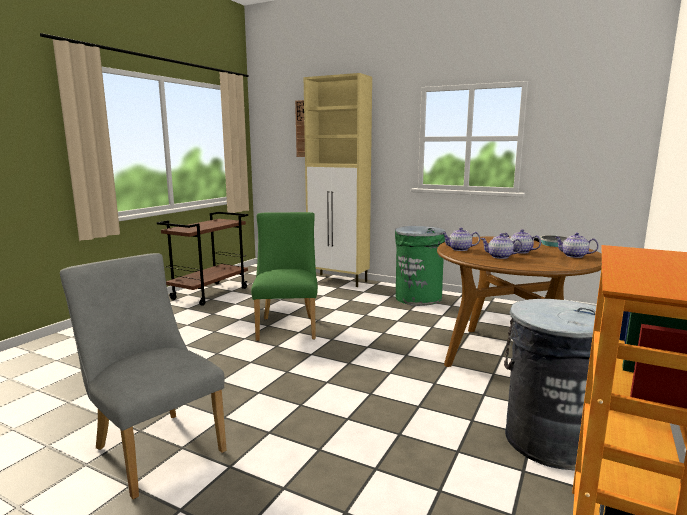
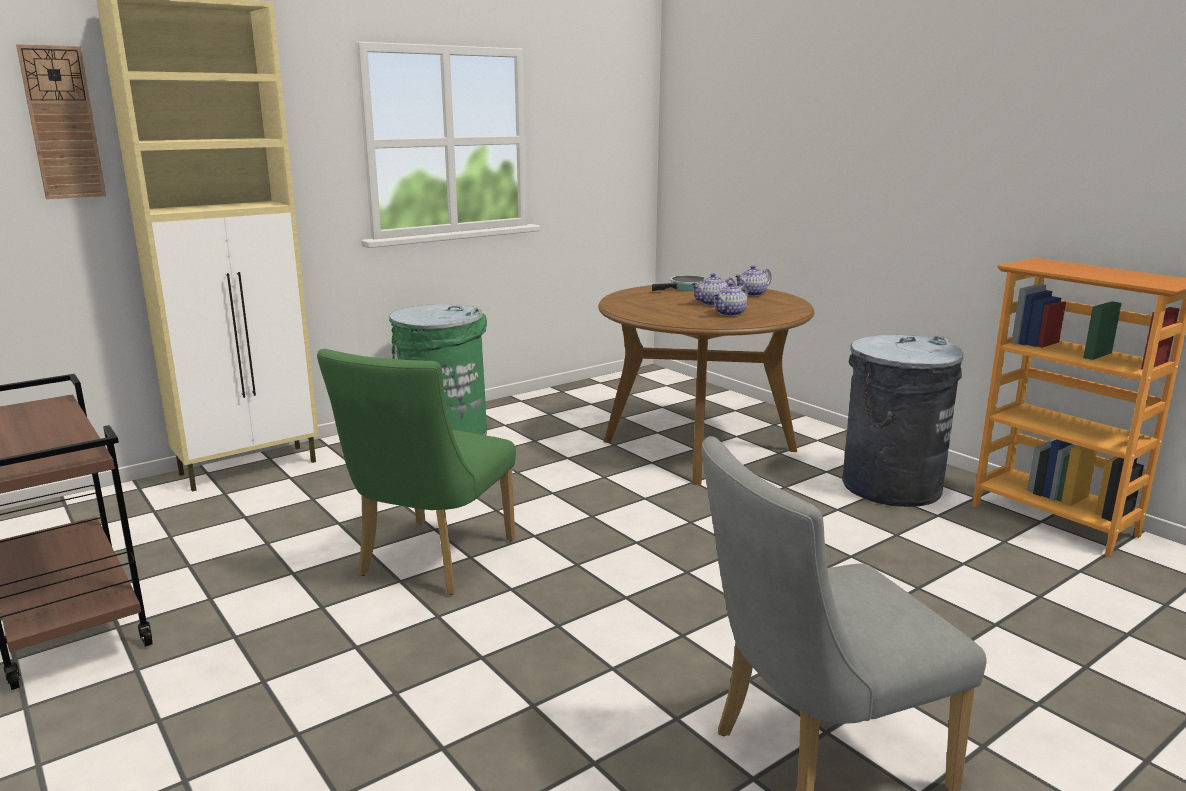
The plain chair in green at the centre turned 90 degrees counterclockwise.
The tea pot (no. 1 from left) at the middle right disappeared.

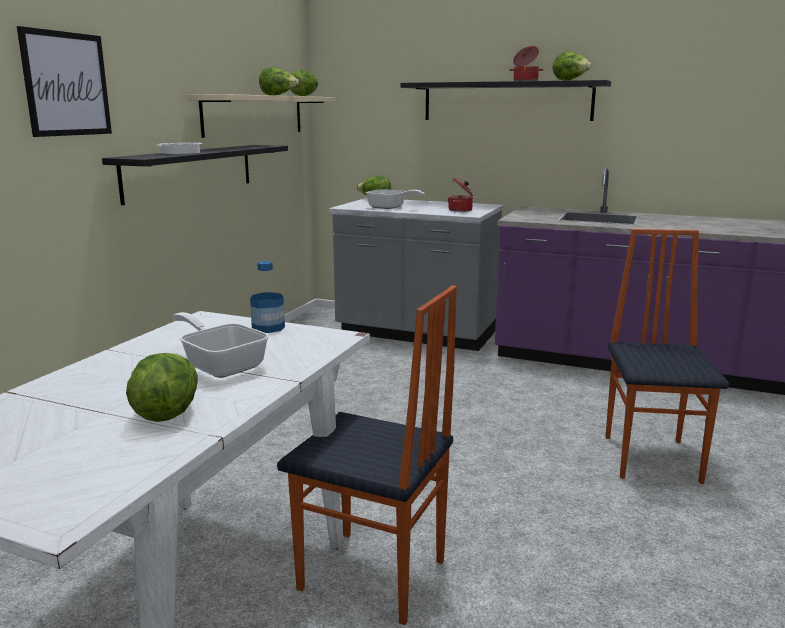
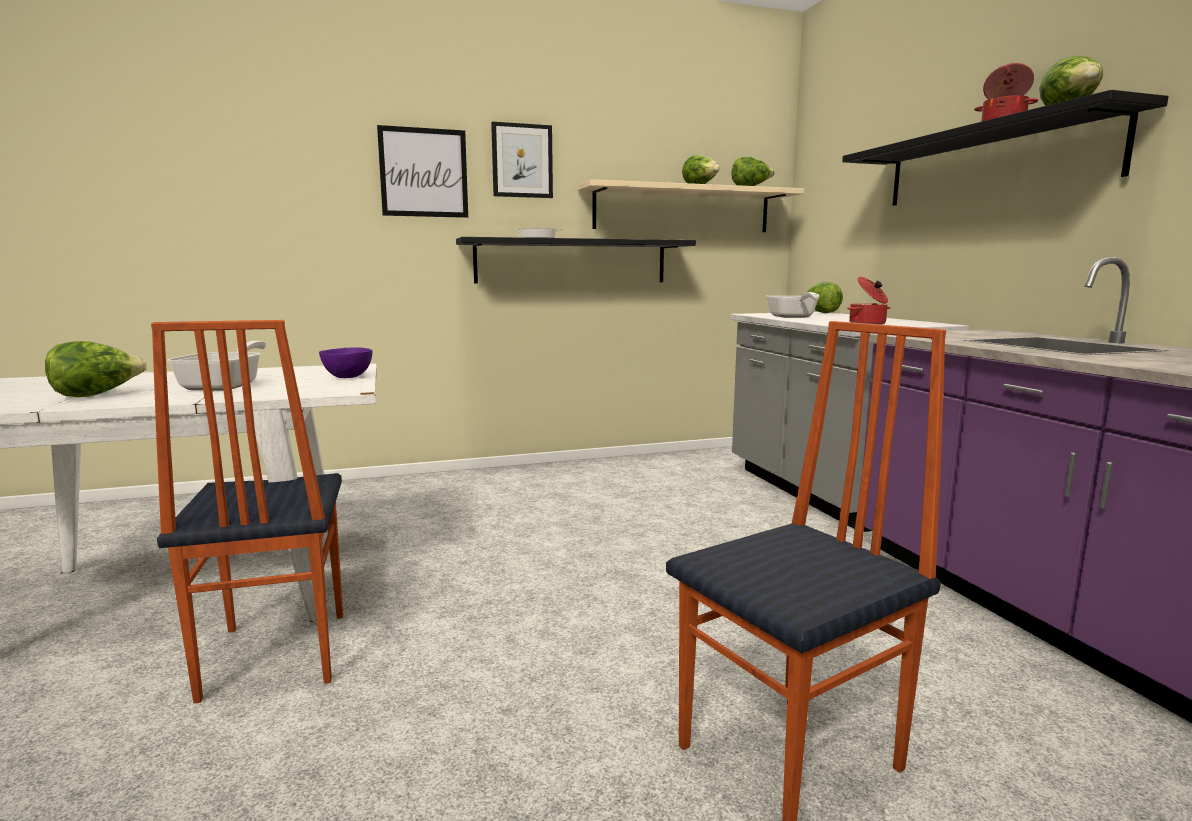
The drink bottle at the centre was replaced by the bowl in purplish at the middle left.
The wall picture (no. 2 from left) at the top centre appeared.

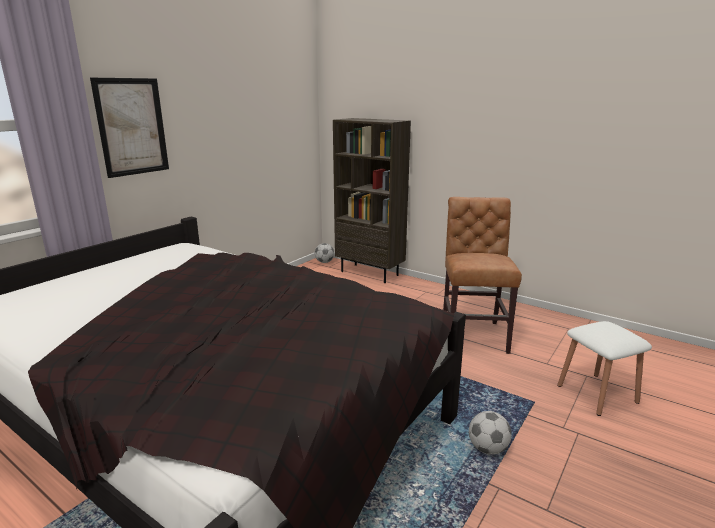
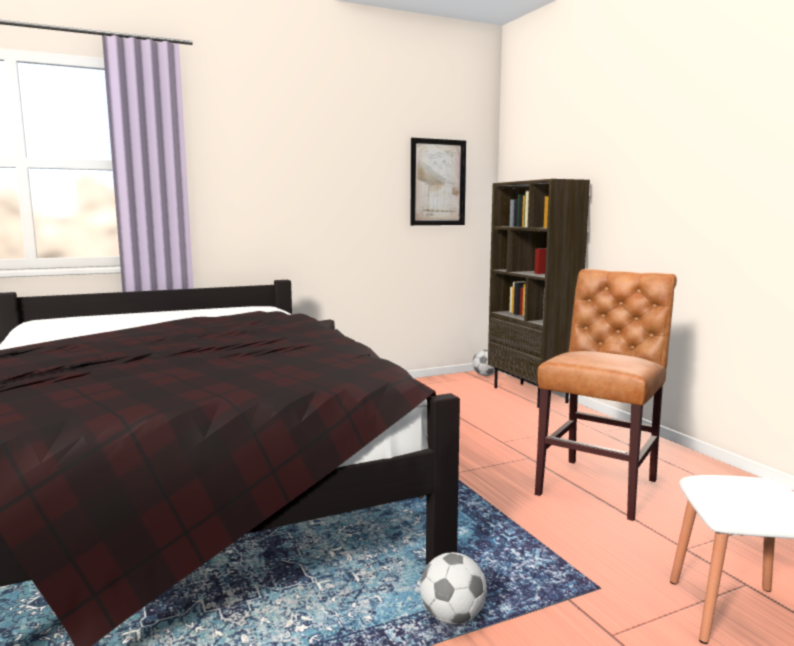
The wall picture moved from the top left to the top centre.

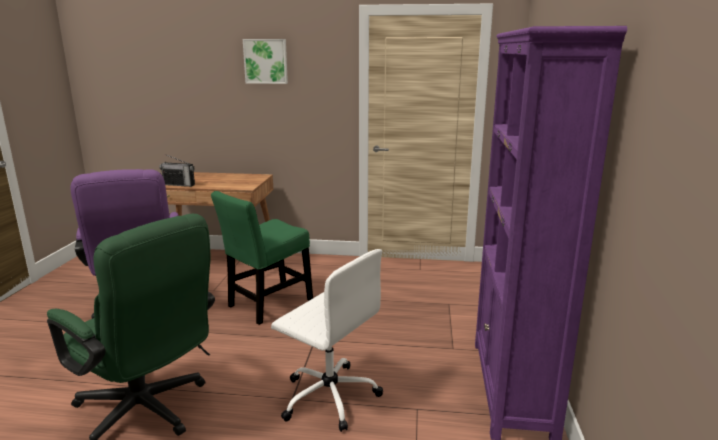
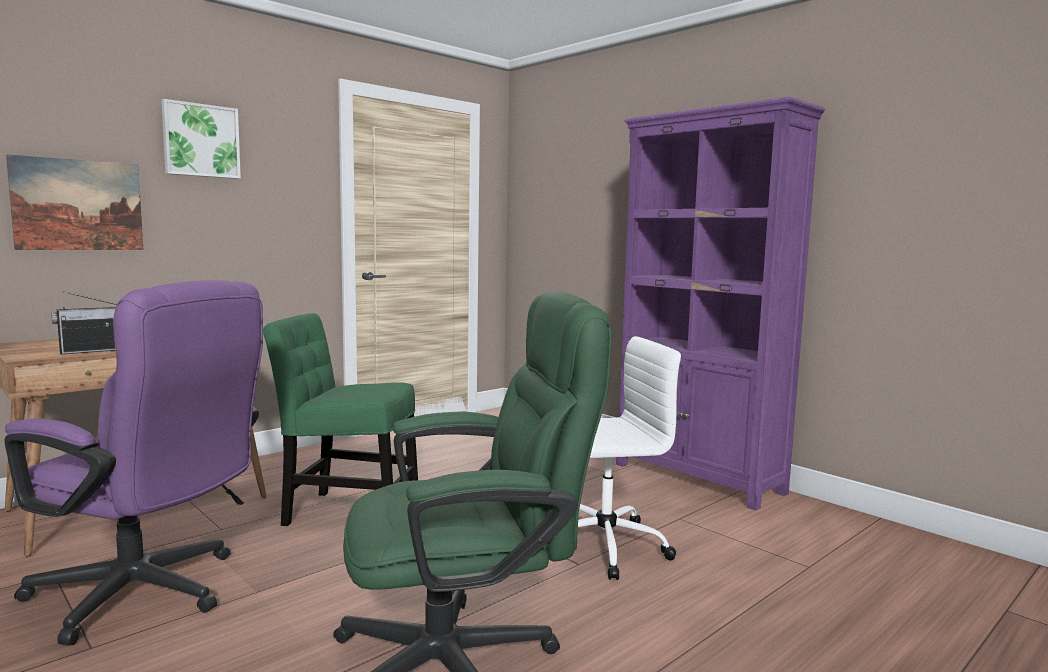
The plain chair in green at the centre turned 105 degrees clockwise.
The wall picture (no. 1 from left) at the top left appeared.

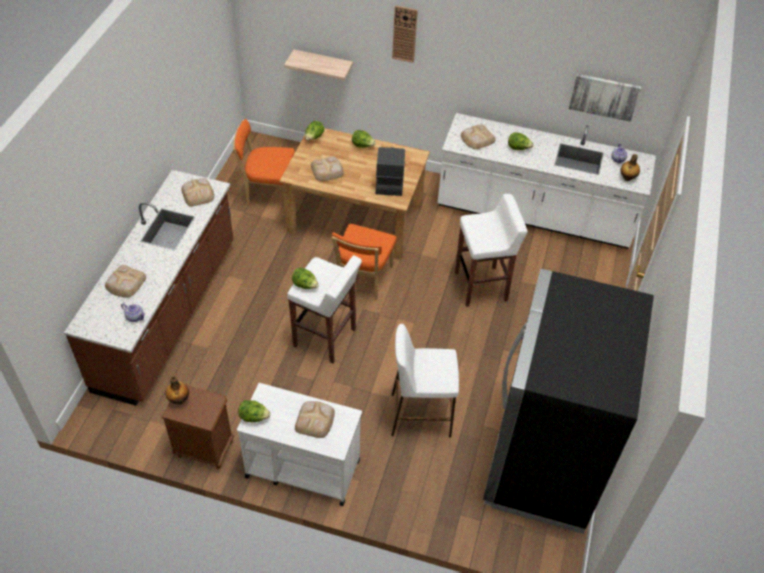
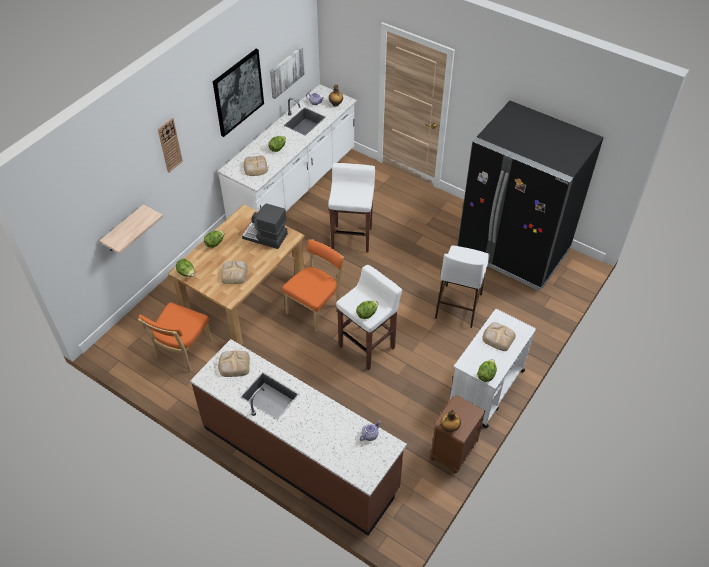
The plain chair in orange-coloured (no. 2 from left) at the centre turned 90 degrees counterclockwise.
The bakery bread (no. 1 from left) at the middle left disappeared.
The wall picture (no. 1 from left) at the top centre appeared.

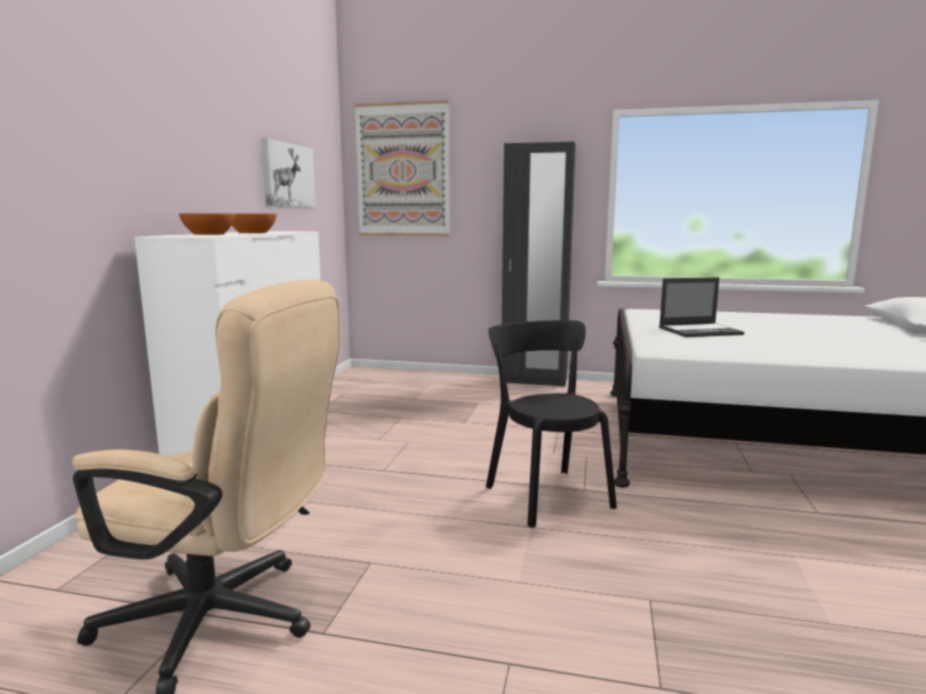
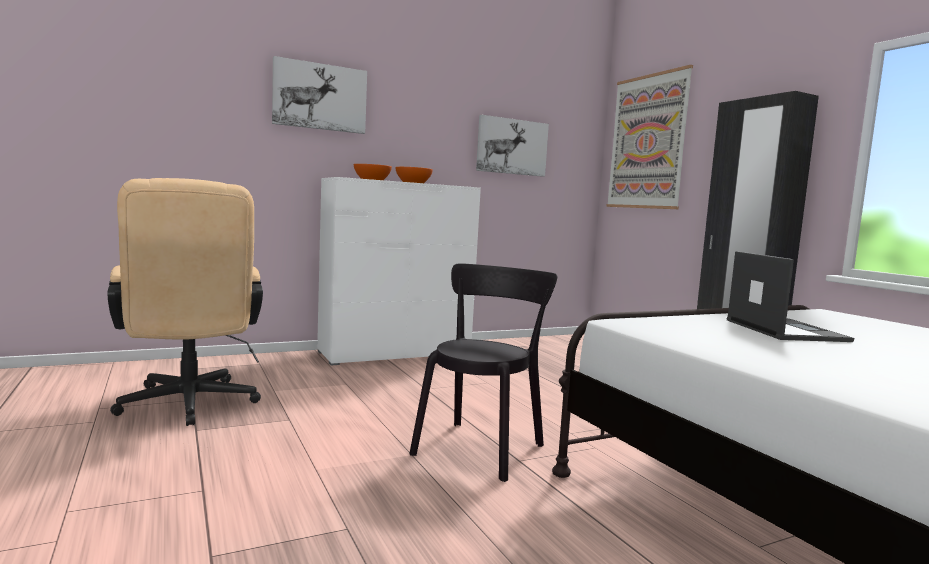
The portable computer at the middle right turned 135 degrees counterclockwise.
The wall picture (no. 1 from left) at the top centre appeared.

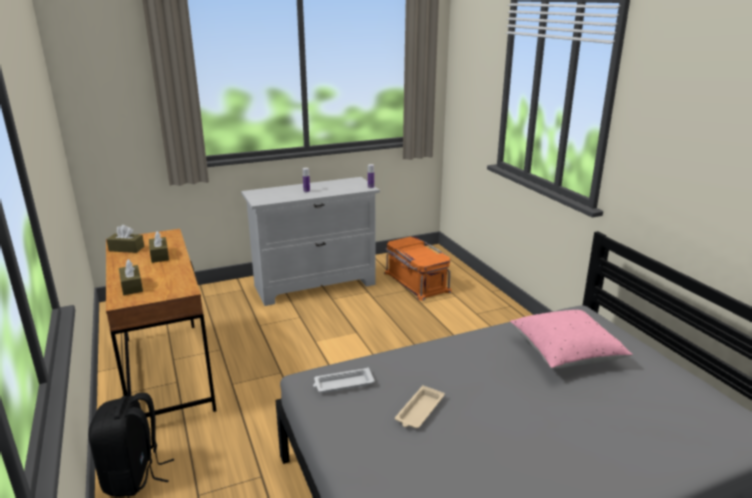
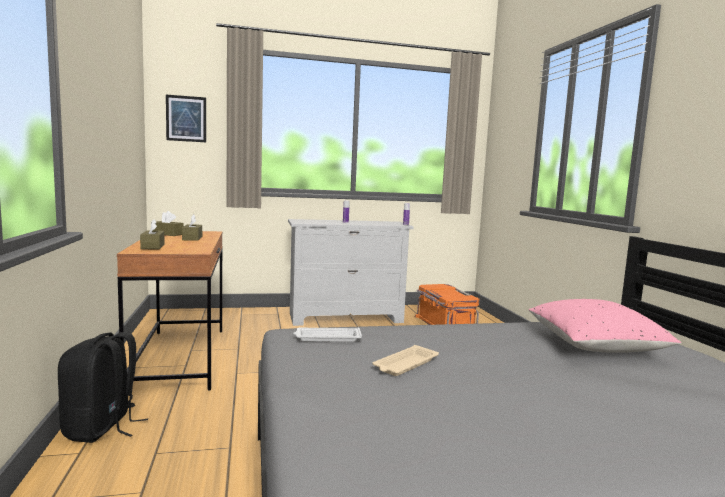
The wall picture at the top left appeared.

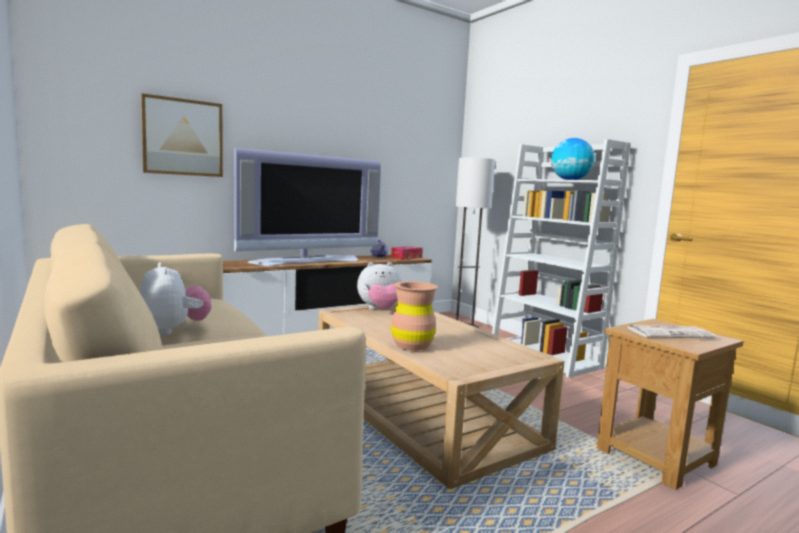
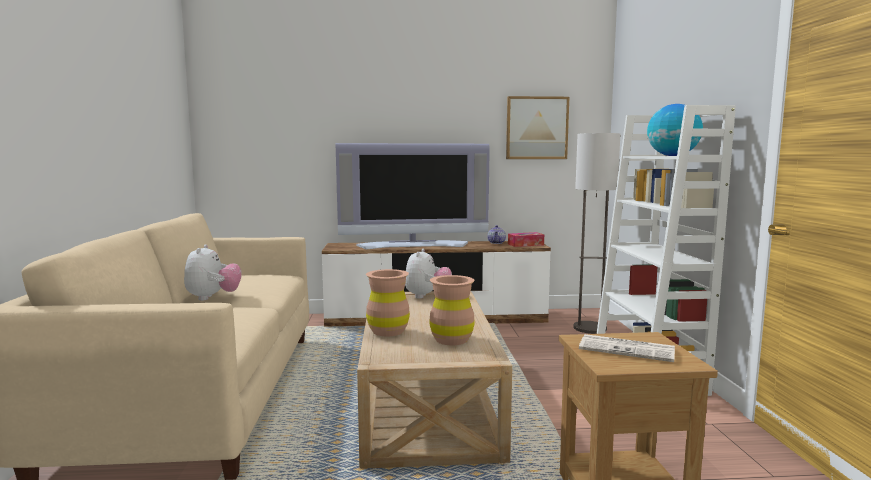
The wall picture moved from the top left to the top centre.
The plush toy (no. 2 from left) at the centre turned 90 degrees counterclockwise.
The flower vase in brownish (no. 2 from left) at the centre appeared.

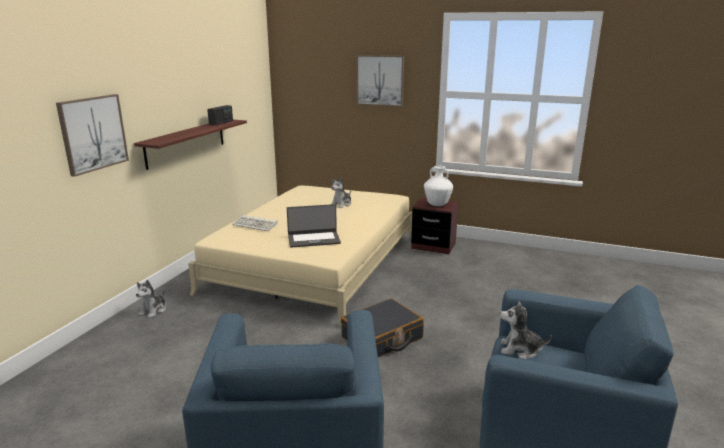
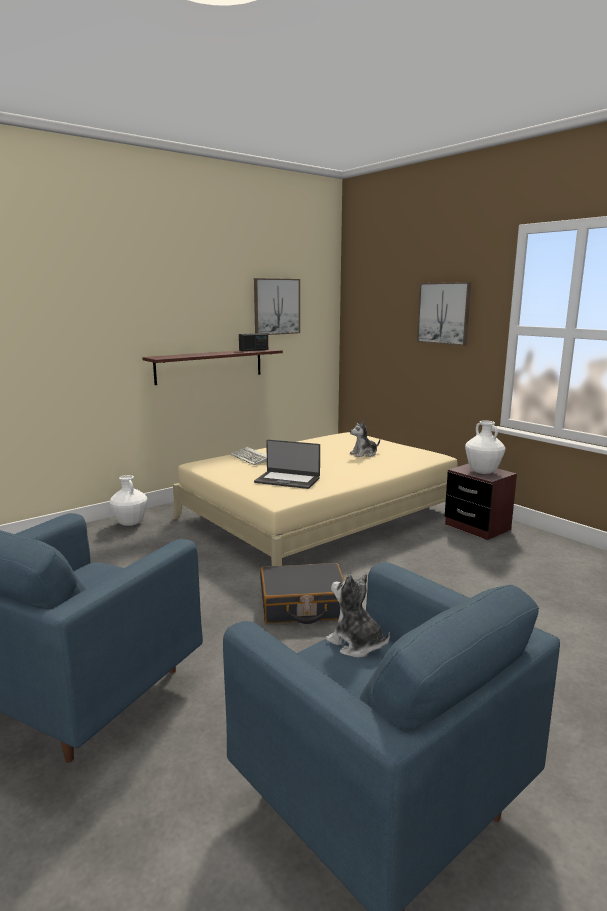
The wall picture (no. 1 from left) moved from the top left to the centre.
The plush toy (no. 1 from left) at the bottom left was replaced by the flower vase in whitish (no. 1 from left) at the middle left.

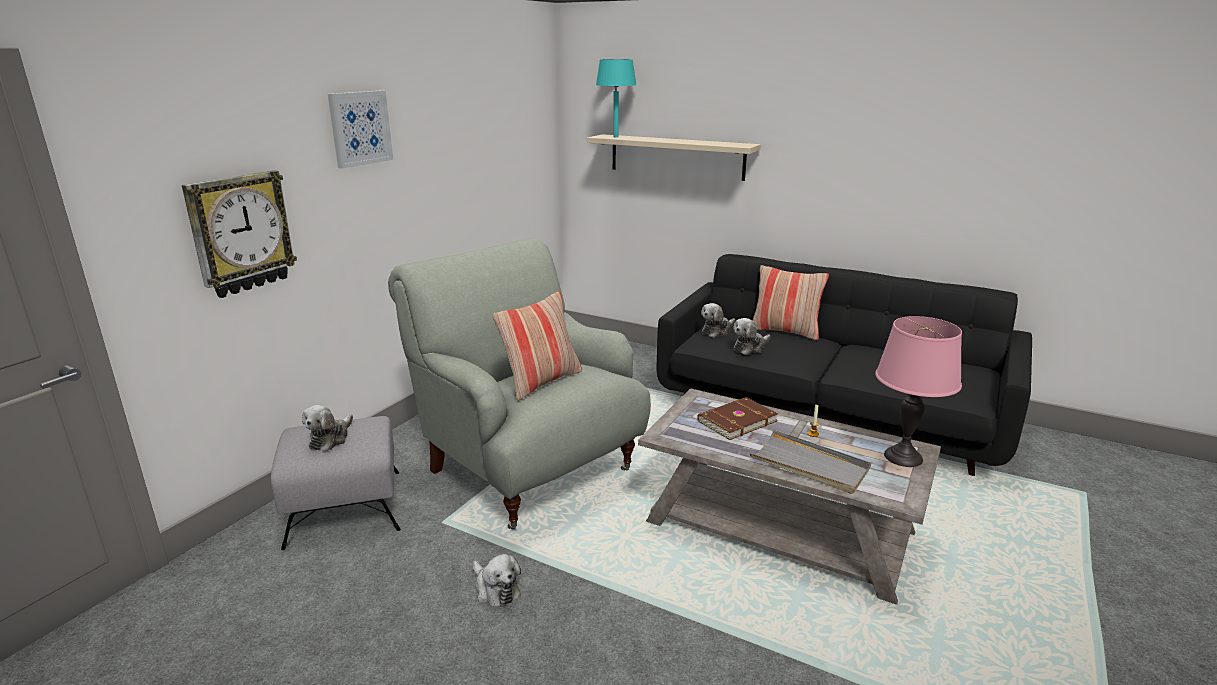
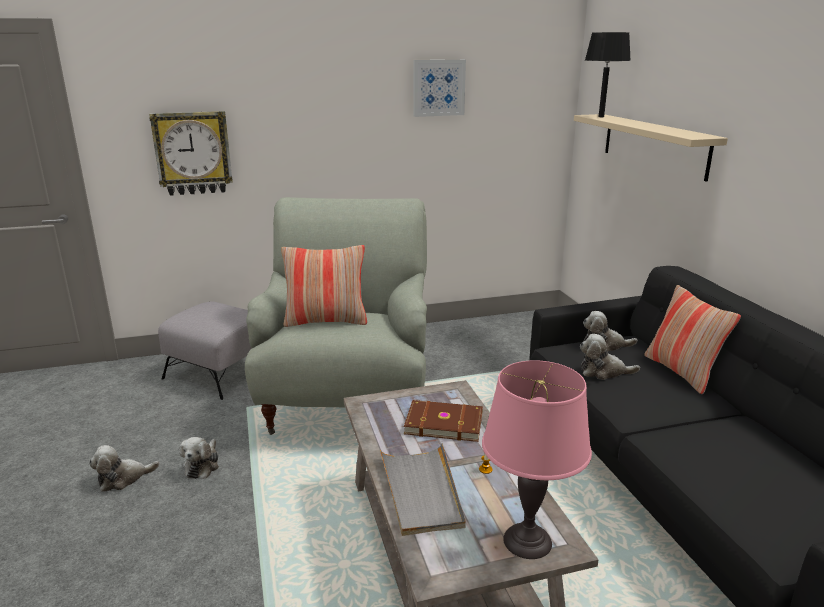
The tabletop lamp in turquoise-coloured at the top centre became the tabletop lamp in black at the top right.
The wall picture moved from the top left to the top centre.
The plush toy (no. 1 from left) moved from the middle left to the bottom left.

